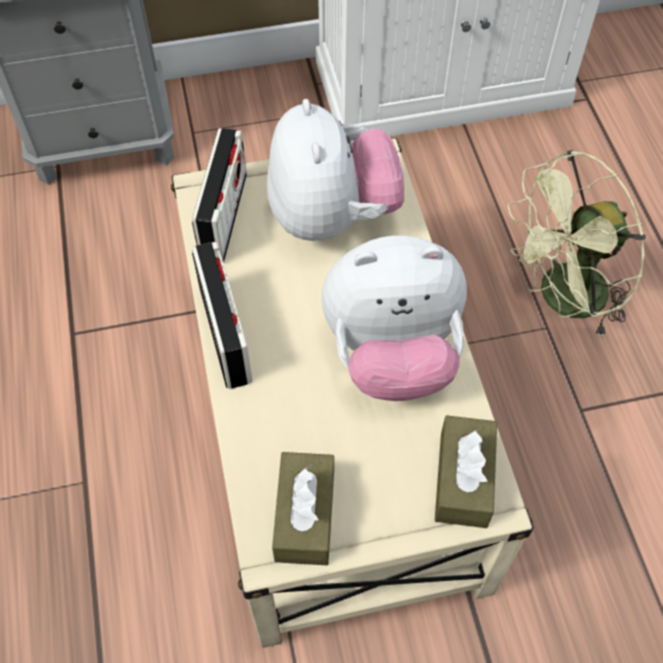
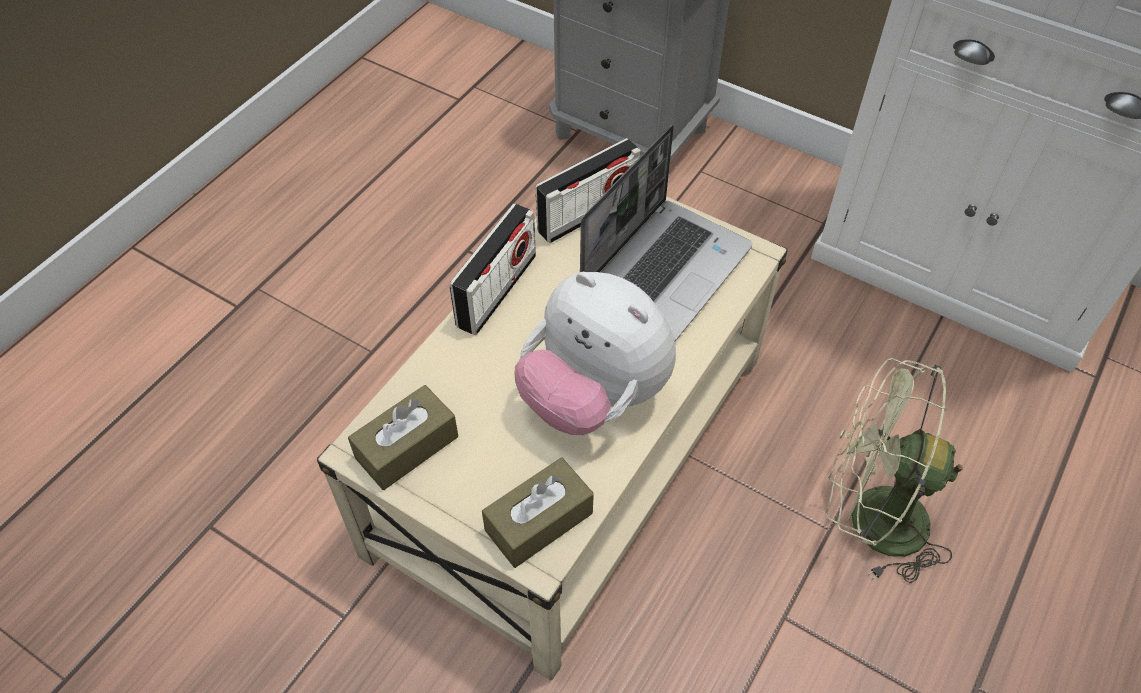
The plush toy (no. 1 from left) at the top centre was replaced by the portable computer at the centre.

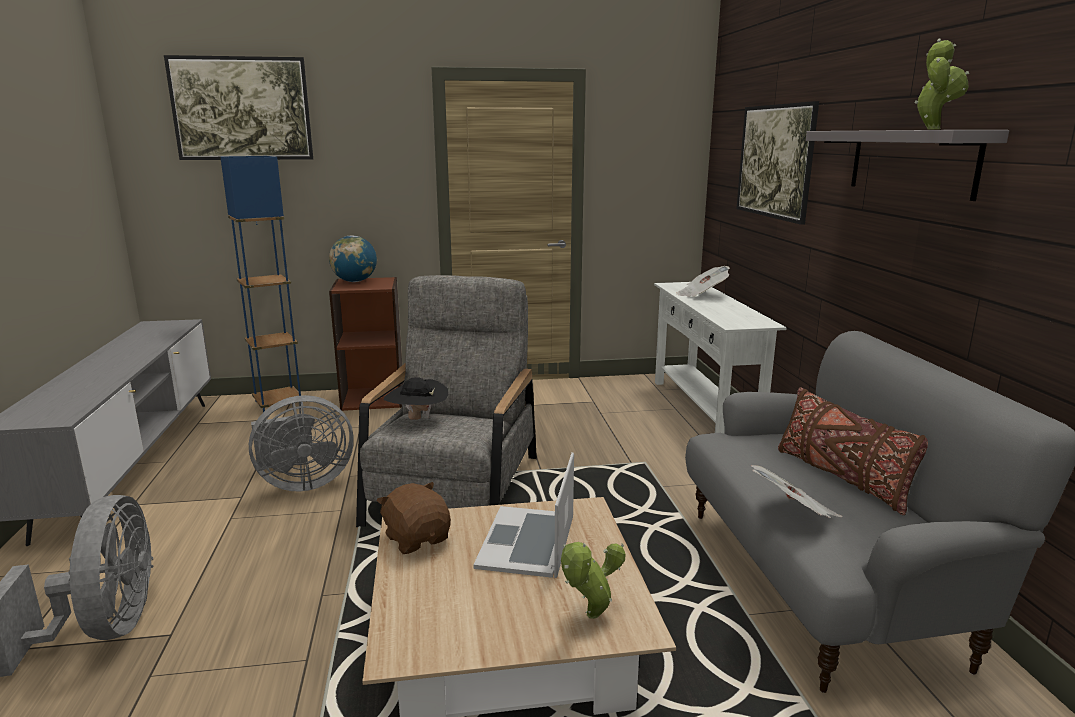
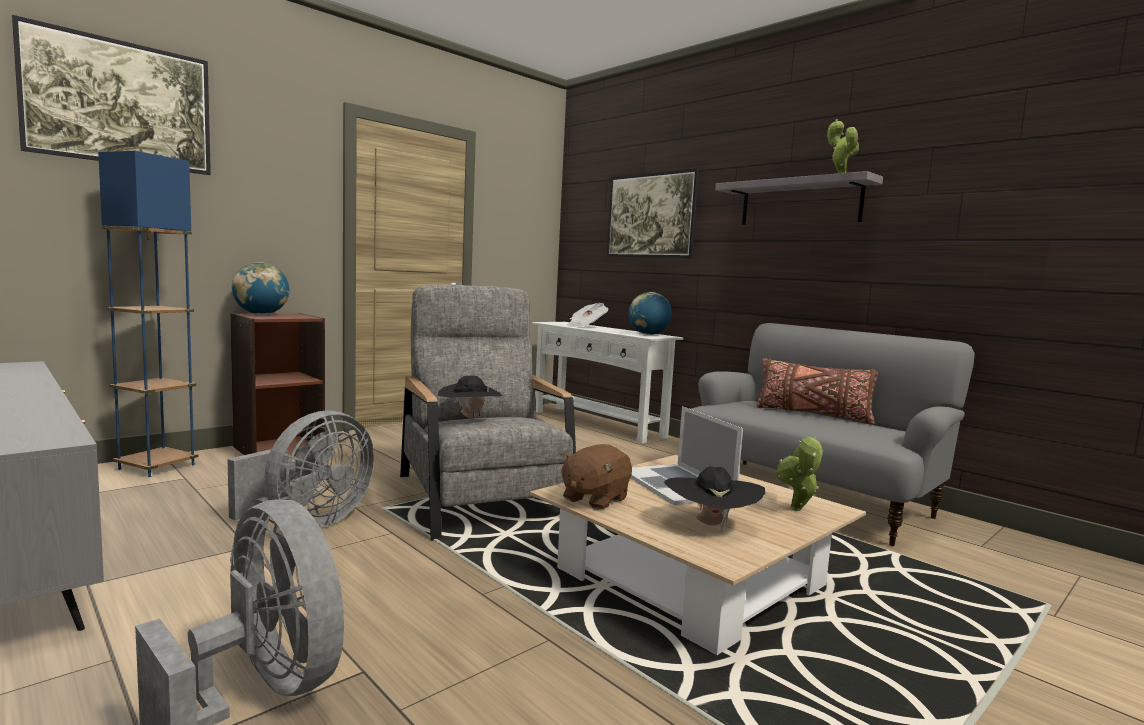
The printed paper (no. 2 from left) at the bottom right disappeared.
The plush toy in brownish at the bottom centre turned 75 degrees counterclockwise.
The desk globe (no. 2 from left) at the centre appeared.
The clothing hat in black (no. 2 from left) at the bottom centre appeared.

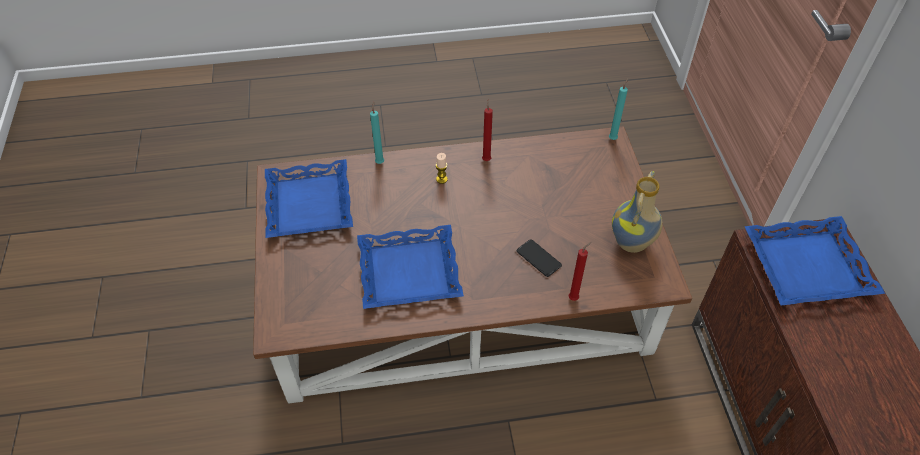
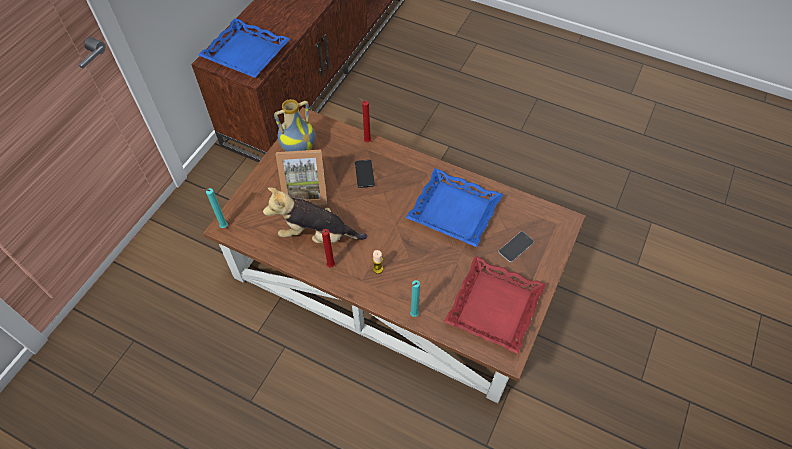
The tray in blue (no. 1 from left) at the centre became the tray in red-coloured at the bottom centre.
The photo frame at the centre appeared.
The plush toy at the centre appeared.
The telephone (no. 2 from left) at the centre appeared.

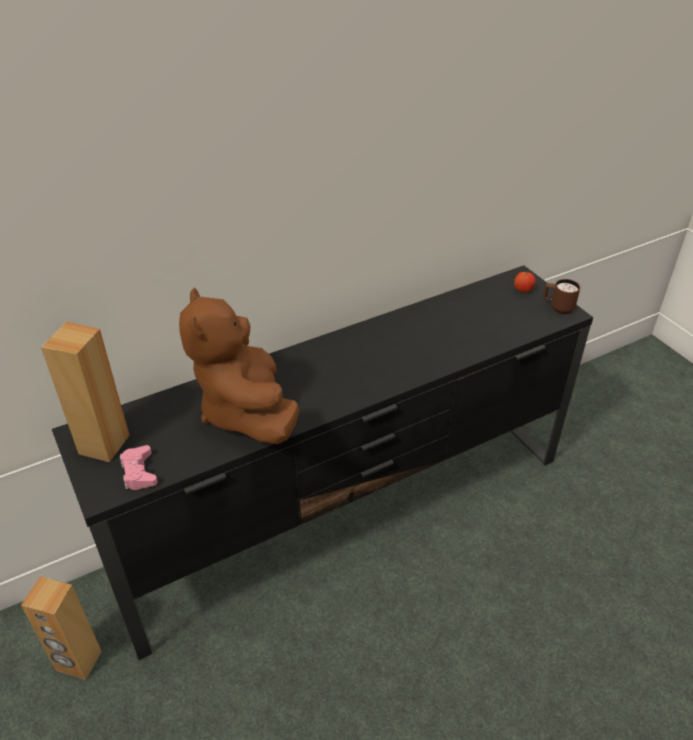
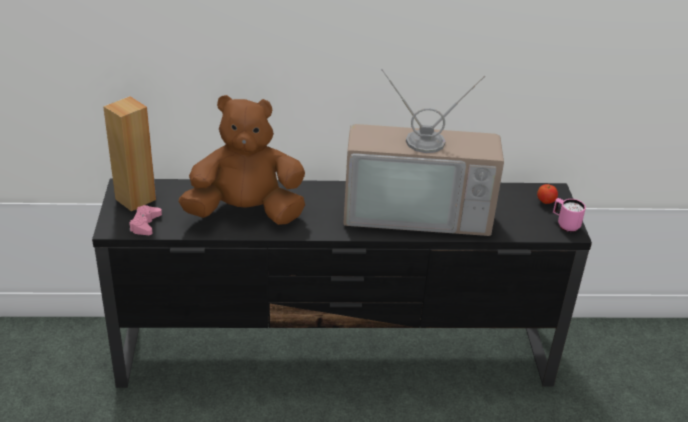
The coffee mug in brownish at the middle right became the coffee mug in pink-coloured at the middle right.
The plush toy in brownish at the centre turned 75 degrees clockwise.
The audio speaker in brownish (no. 1 from left) at the bottom left disappeared.
The TV at the centre appeared.

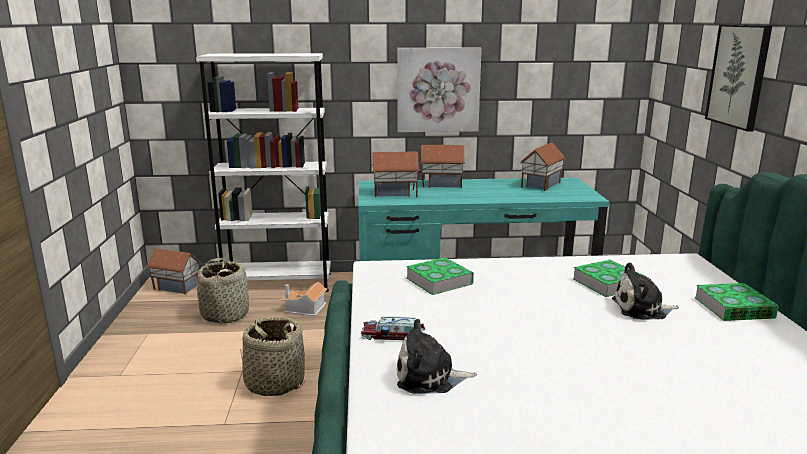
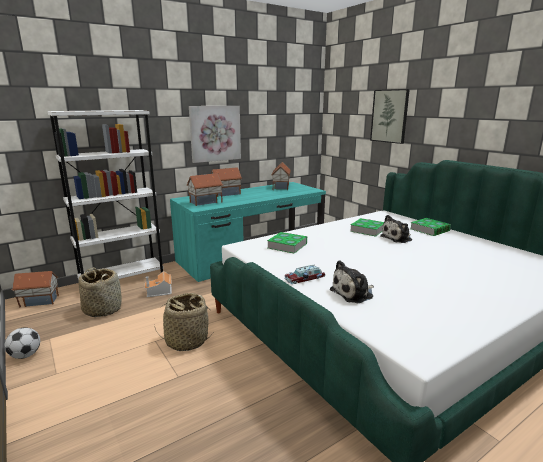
The ball for football at the bottom left appeared.

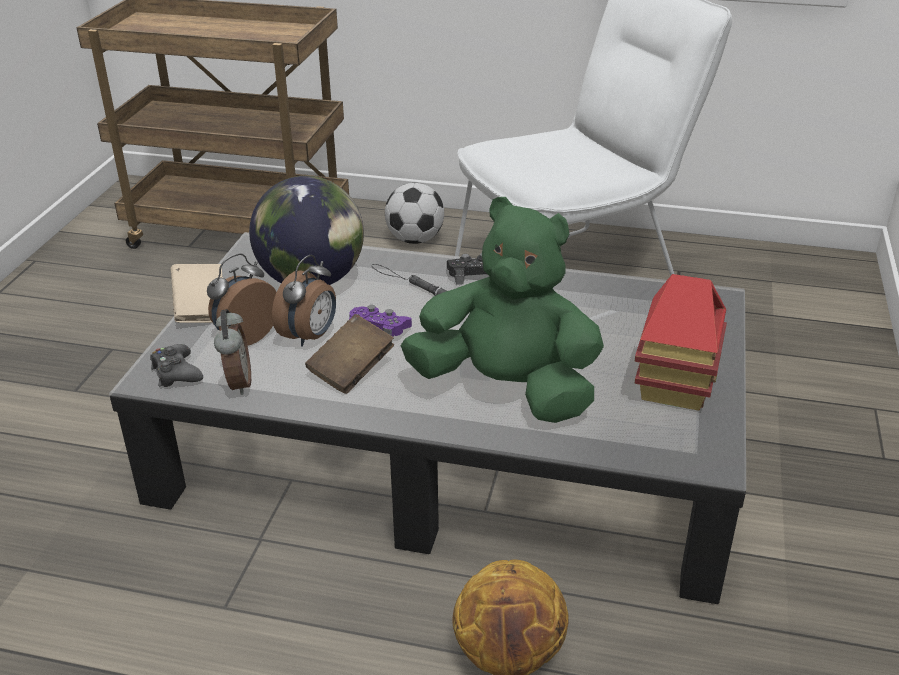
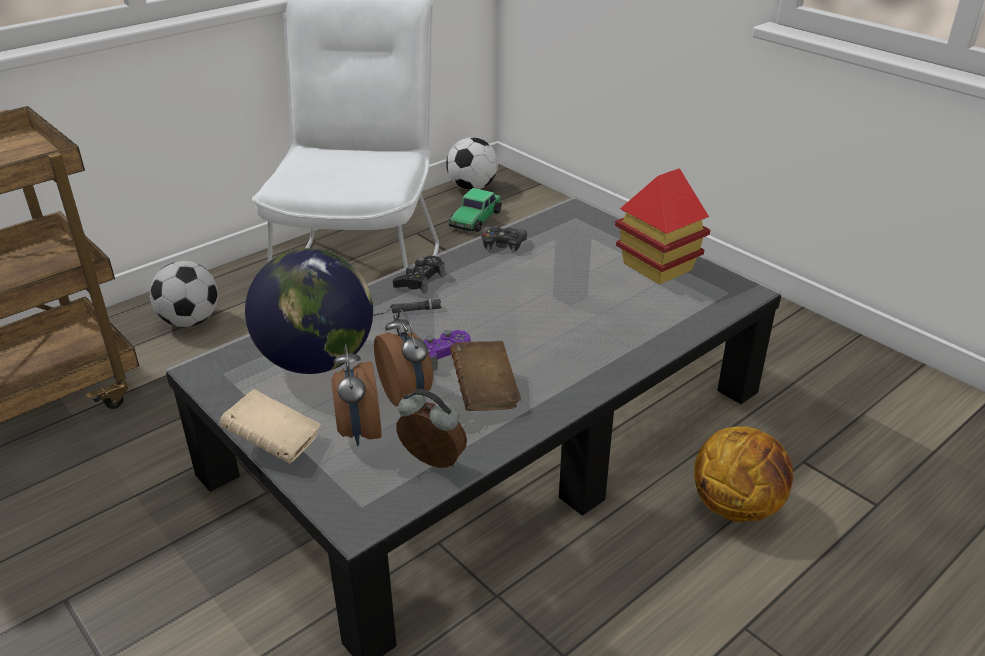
The plush toy in green at the centre disappeared.
The joypad in black (no. 1 from left in the first image) moved from the middle left to the centre.
The ball for football (no. 2 from left) at the top centre appeared.
The toy car at the top centre appeared.

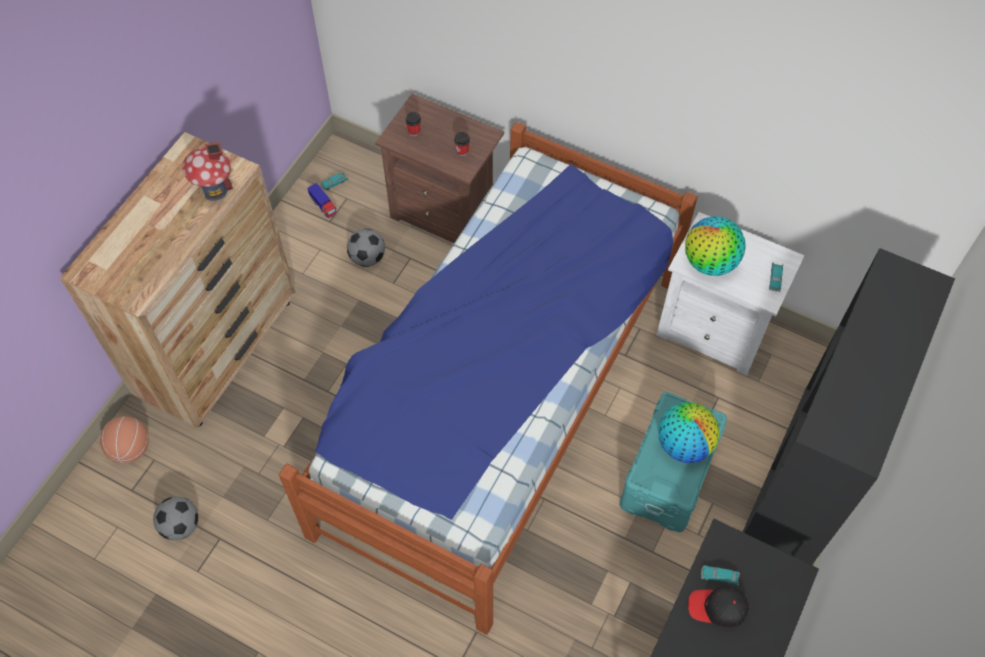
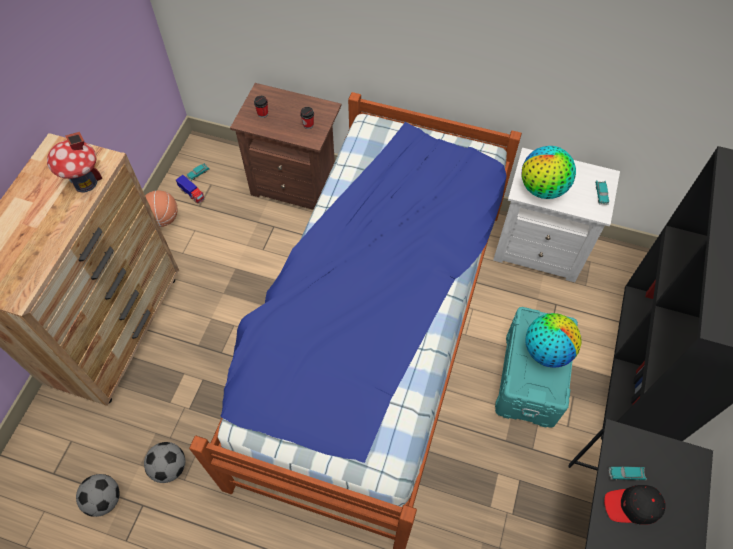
The ball for football (no. 2 from left) moved from the centre to the bottom left.
The ball for basketball moved from the bottom left to the middle left.

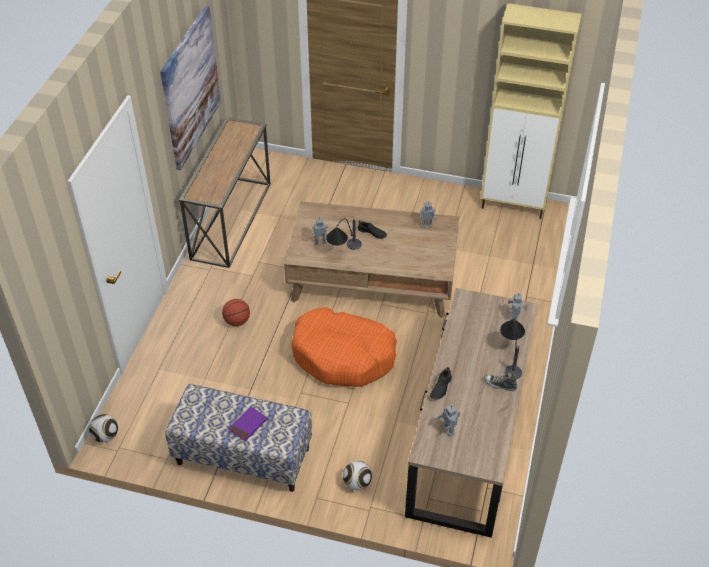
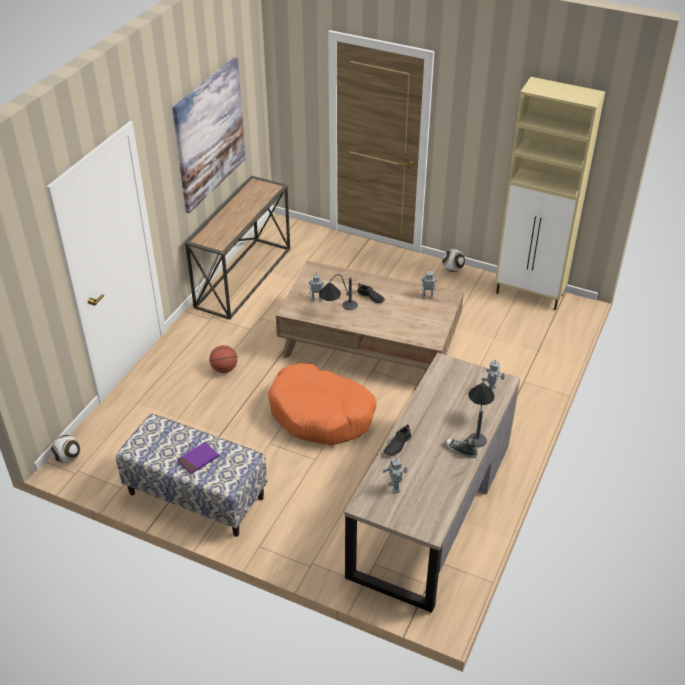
The ball for football (no. 2 from left) moved from the bottom centre to the centre.

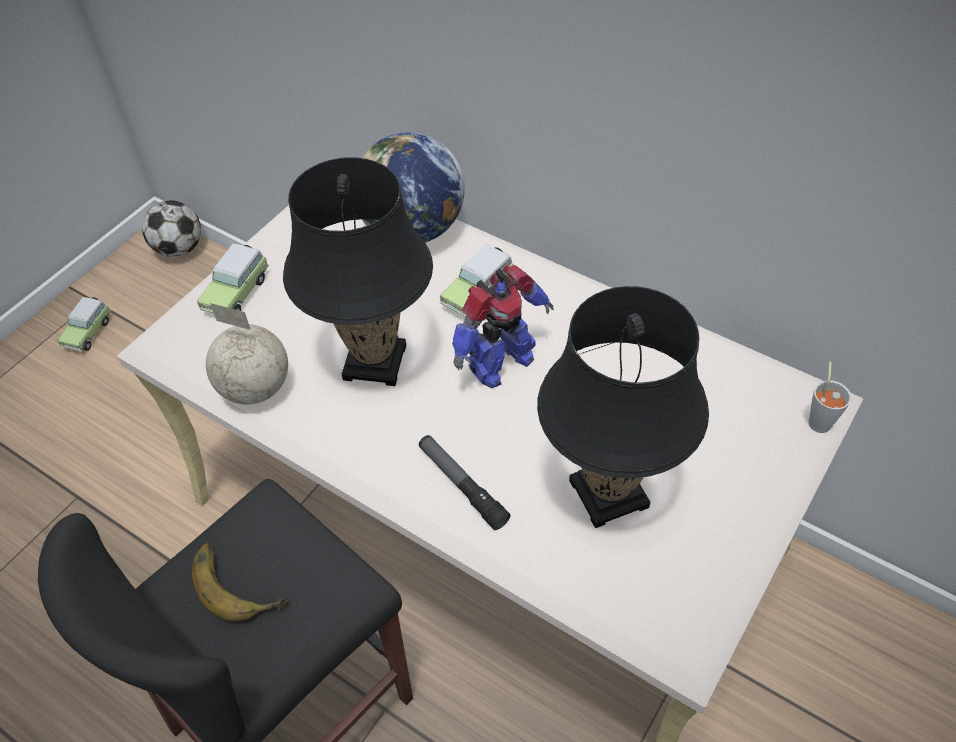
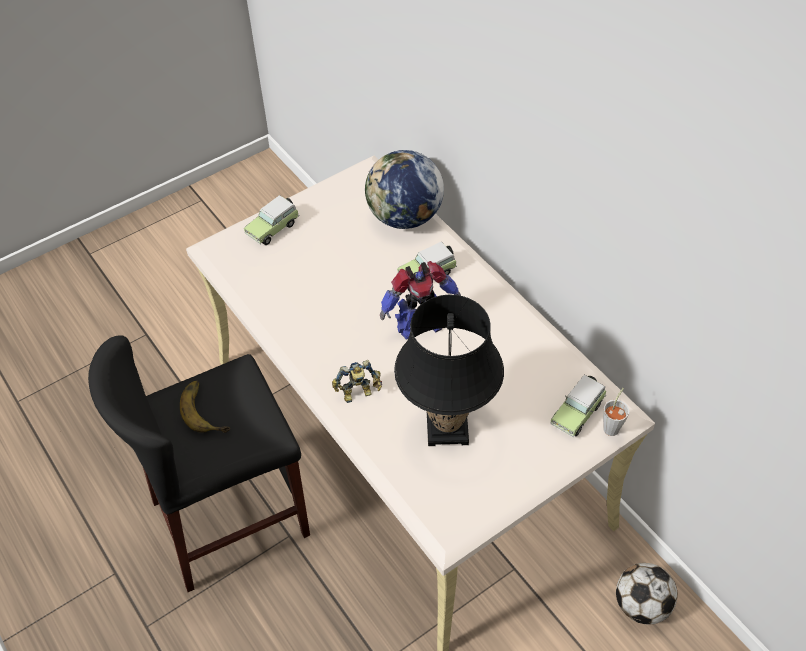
The tabletop lamp in black (no. 1 from left) at the centre disappeared.
The ball for football moved from the top left to the bottom right.
The toy car (no. 1 from left in the first image) moved from the middle left to the middle right.
The desk globe (no. 1 from left) at the middle left disappeared.
The torch at the centre was replaced by the robot figure (no. 1 from left) at the centre.

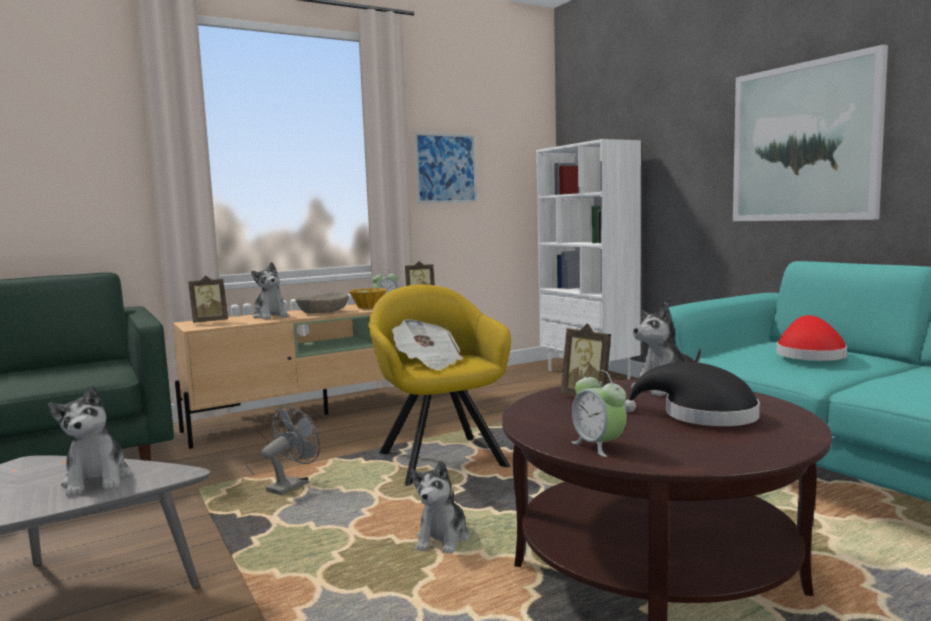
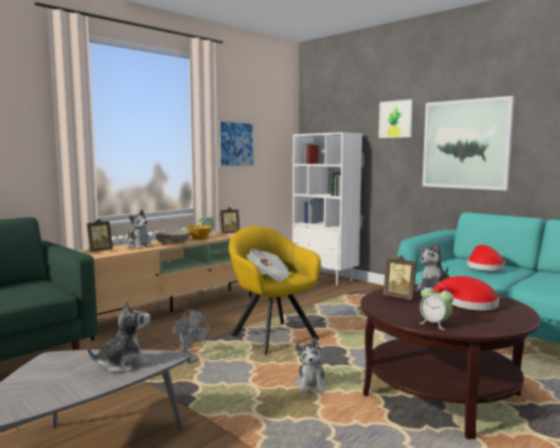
The clothing hat in black at the middle right became the clothing hat in red-coloured (no. 1 from left) at the middle right.
The plush toy (no. 1 from left) at the bottom left turned 90 degrees counterclockwise.
The fan in gray at the bottom left turned 120 degrees clockwise.
The wall picture (no. 2 from left) at the top right appeared.

